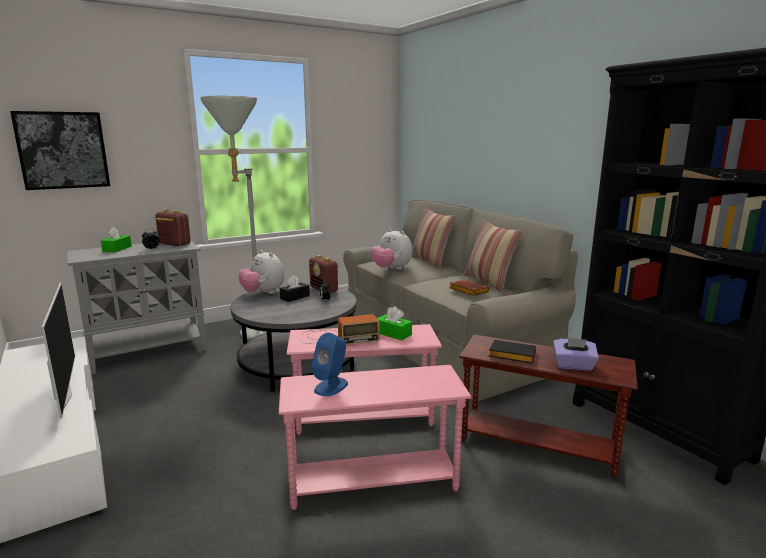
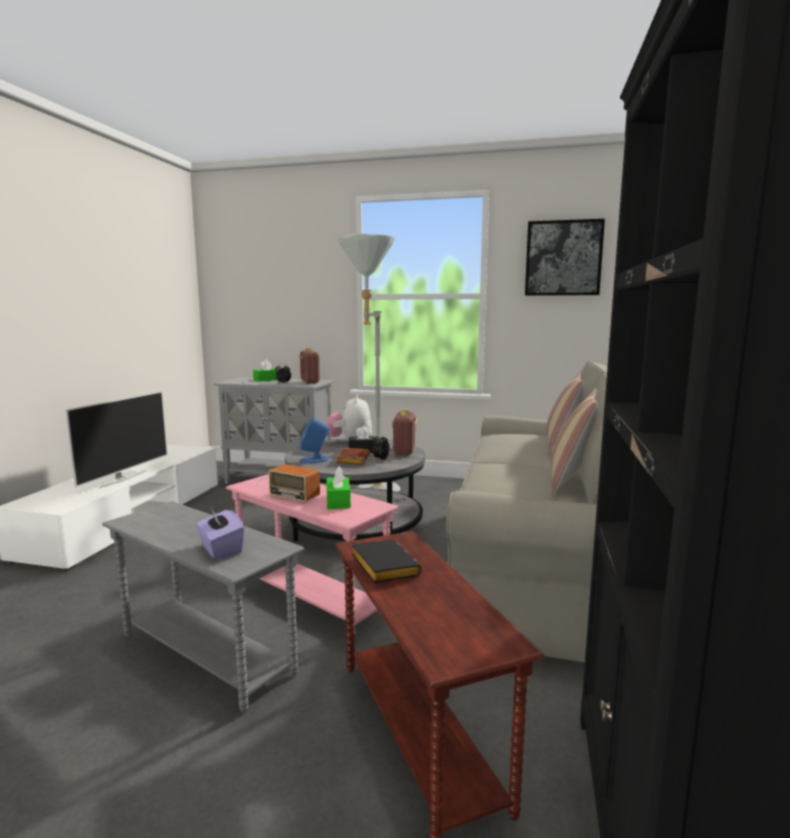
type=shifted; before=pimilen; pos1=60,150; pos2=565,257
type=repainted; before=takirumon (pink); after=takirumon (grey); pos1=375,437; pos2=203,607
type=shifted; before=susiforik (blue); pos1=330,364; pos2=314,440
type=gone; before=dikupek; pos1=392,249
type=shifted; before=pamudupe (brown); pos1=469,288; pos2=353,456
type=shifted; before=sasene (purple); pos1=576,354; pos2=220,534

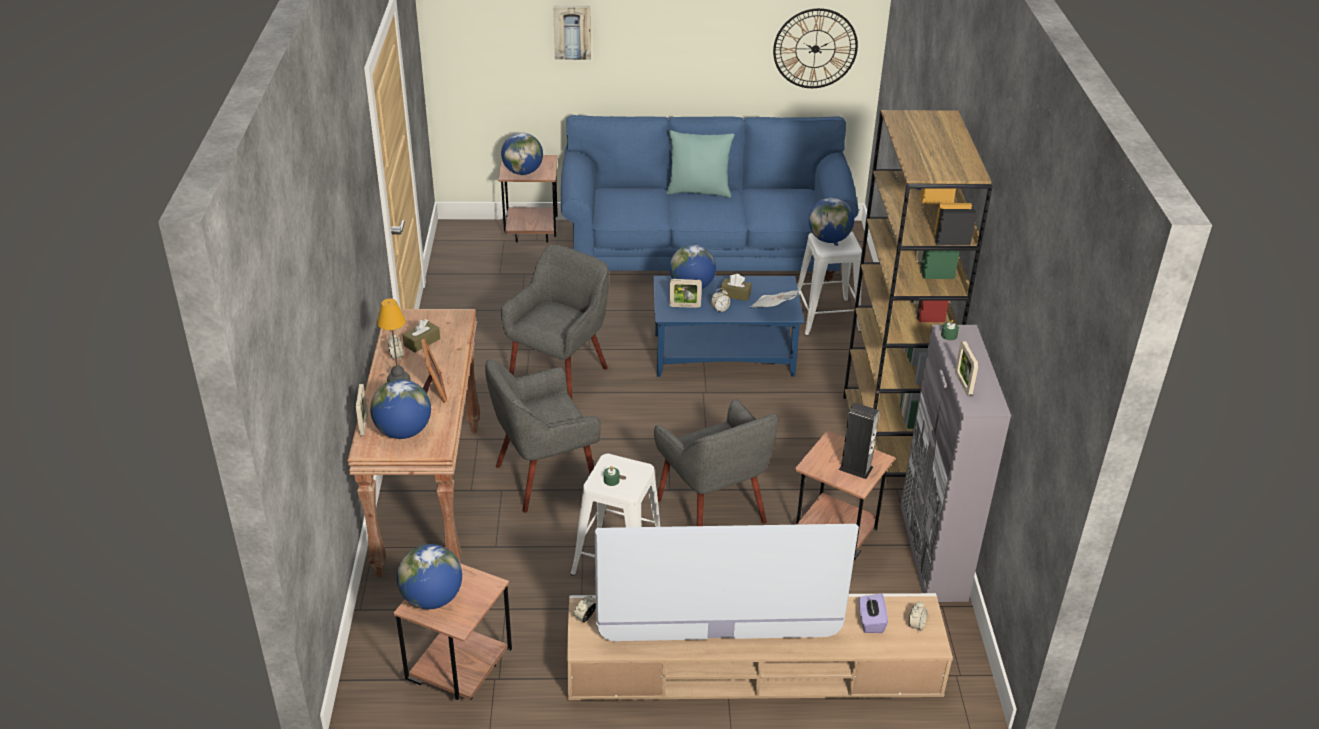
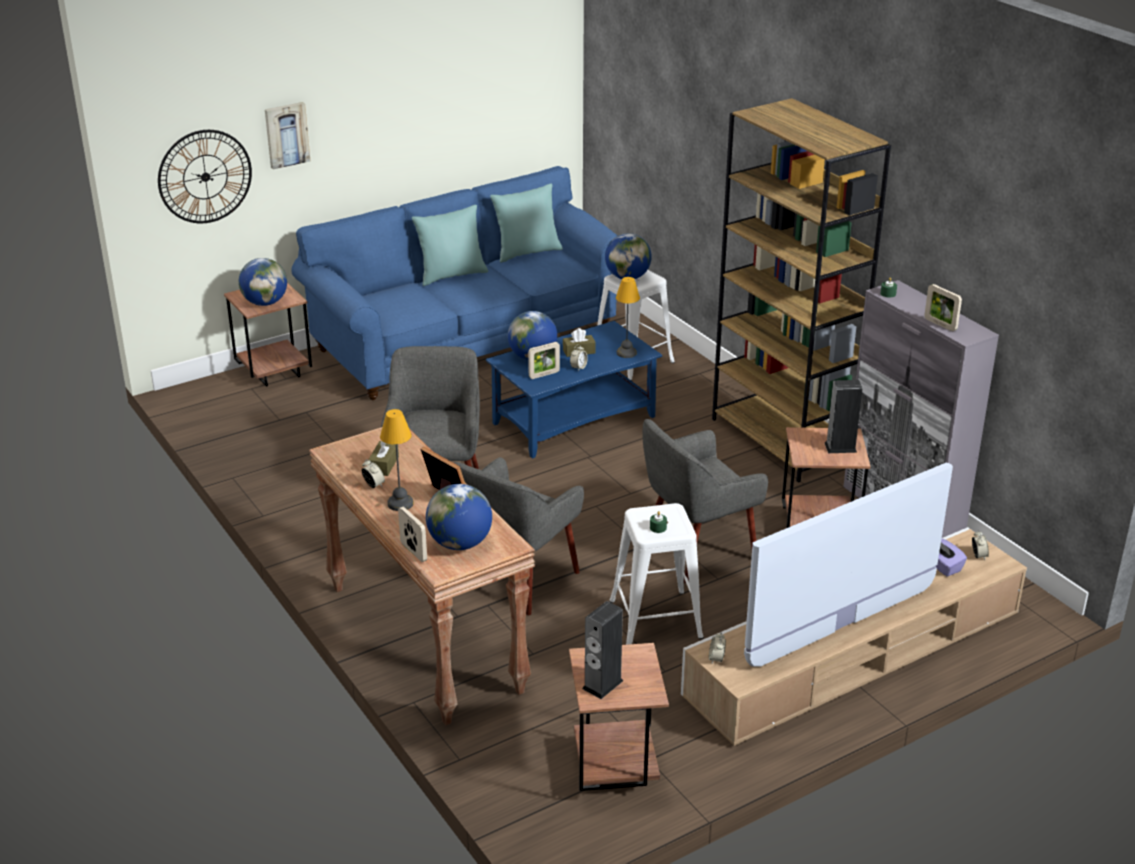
type=swapped; before=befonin; after=susiforik; pos1=429,576; pos2=603,650
type=rotated; before=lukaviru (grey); pos1=716,462; pos2=705,501; turn=120
type=swapped; before=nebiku; after=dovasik; pos1=775,298; pos2=628,317
type=shifted; before=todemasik; pos1=815,48; pos2=205,176
type=new; after=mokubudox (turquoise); pos2=526,223

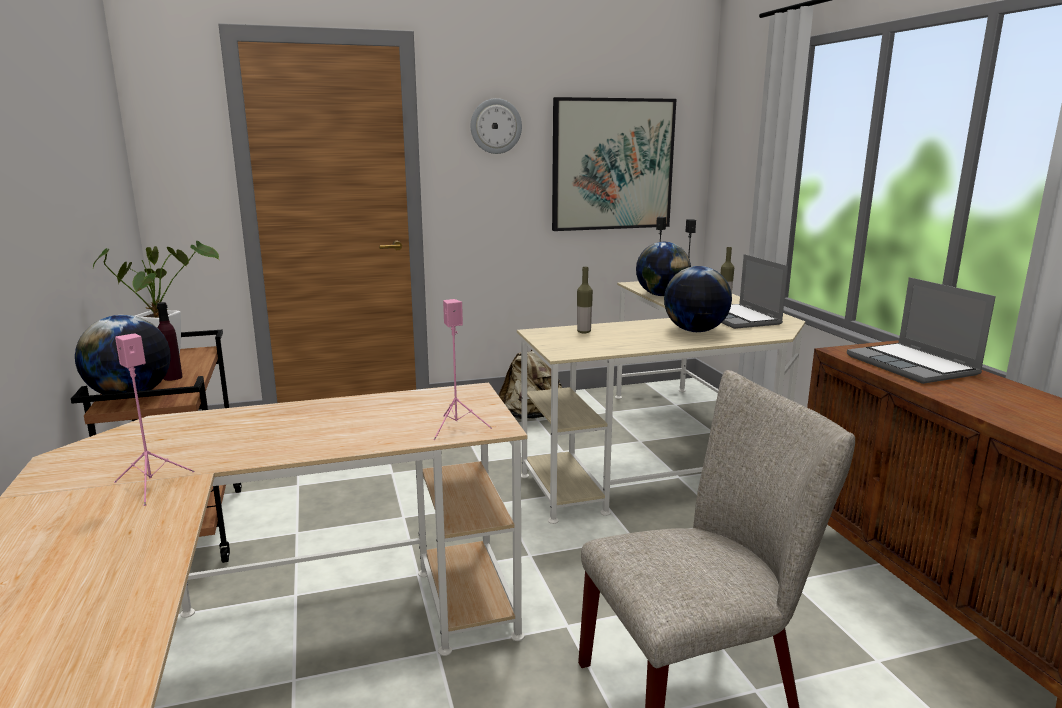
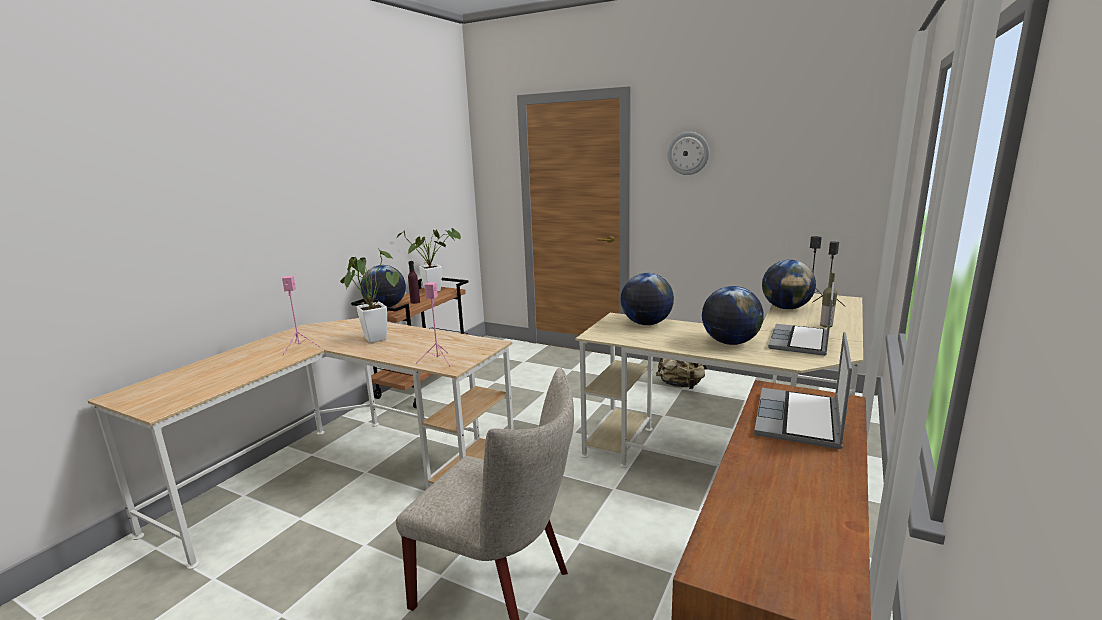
type=gone; before=pimilen; pos1=614,164
type=swapped; before=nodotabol; after=befonin; pos1=585,300; pos2=647,299
type=new; after=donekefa; pos2=369,295

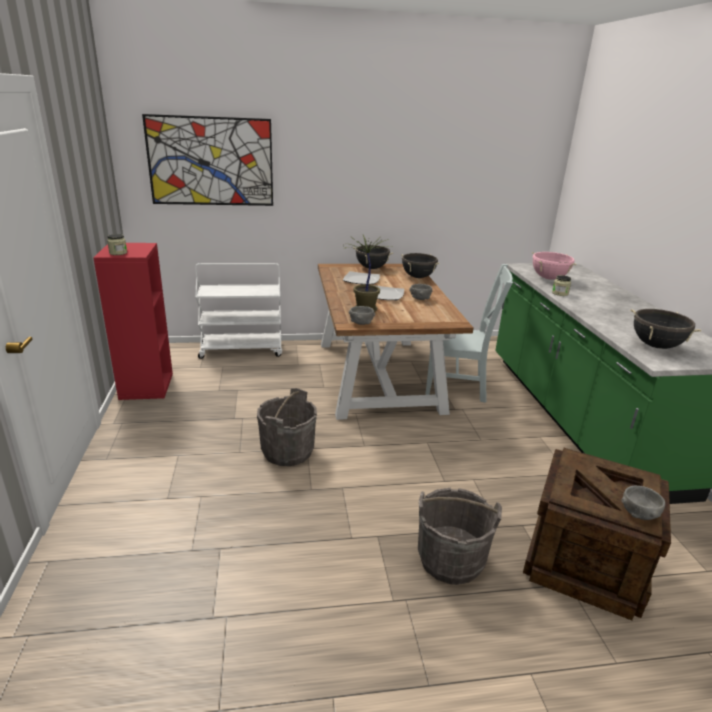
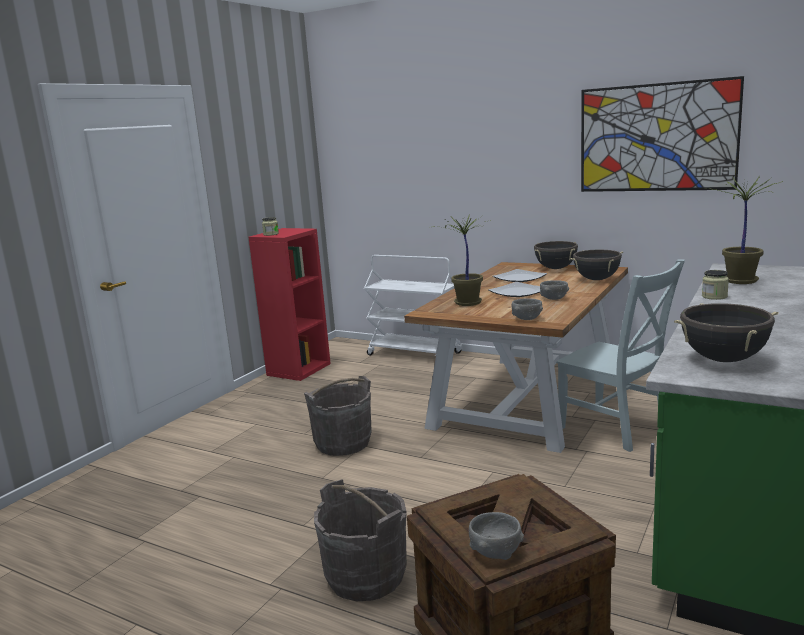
type=shifted; before=pimilen; pos1=207,160; pos2=662,134
type=shifted; before=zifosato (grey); pos1=362,315; pos2=527,309
type=swapped; before=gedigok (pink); after=donekefa; pos1=554,266; pos2=744,230

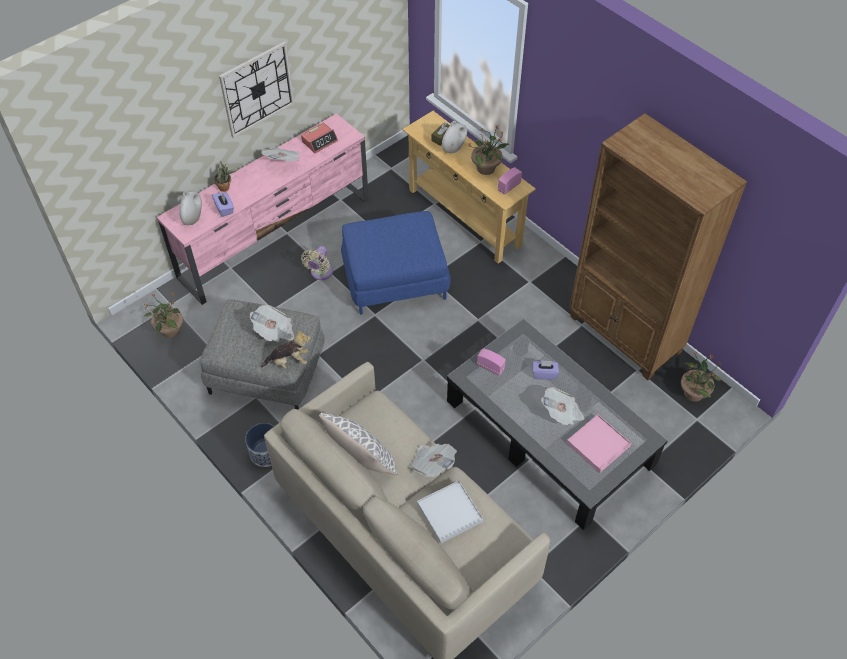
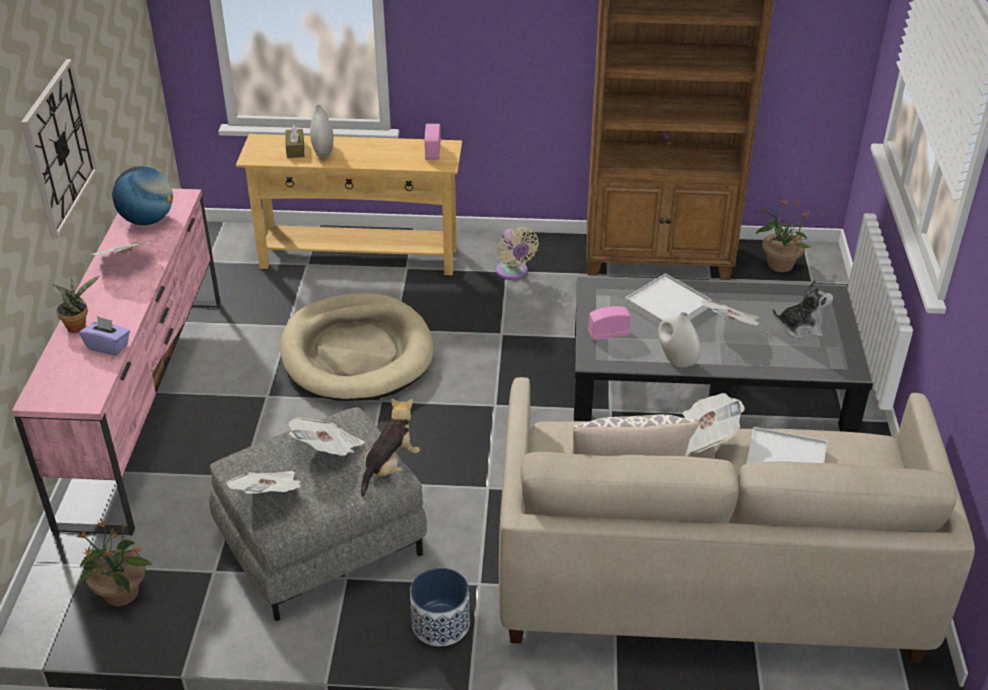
type=shifted; before=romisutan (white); pos1=190,208; pos2=679,340
type=swapped; before=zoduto; after=befonin; pos1=319,138; pos2=142,195
type=shifted; before=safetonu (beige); pos1=317,263; pos2=517,253
type=swapped; before=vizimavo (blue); after=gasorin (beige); pos1=396,263; pos2=357,347
type=gone; before=donekefa; pos1=489,150
type=swapped; before=sasene (purple); after=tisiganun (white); pos1=546,370; pos2=668,299
type=swapped; before=tisiganun (pink); after=dikupek; pos1=599,443; pos2=803,309
type=new; after=nebiku; pos2=264,482

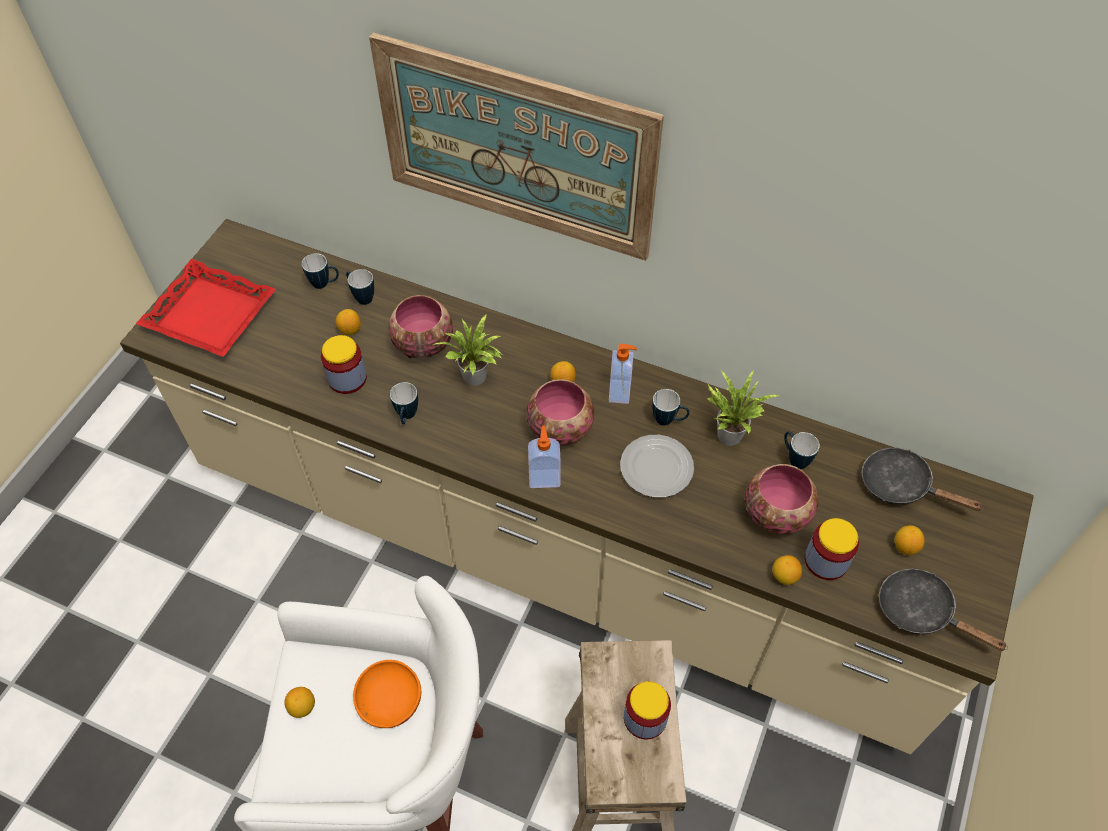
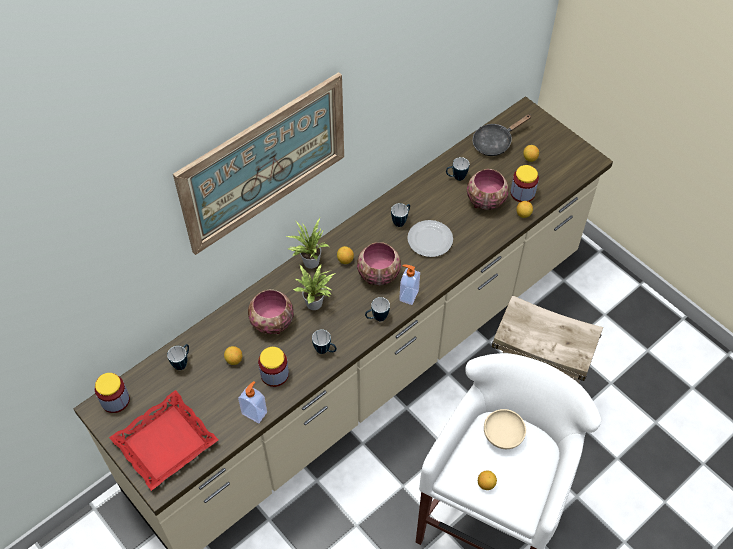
type=shifted; before=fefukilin; pos1=360,287; pos2=377,309
type=repainted; before=zifosato (orange); after=zifosato (beige); pos1=387,694; pos2=505,429
type=shifted; before=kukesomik; pos1=623,374; pos2=252,402
type=shifted; before=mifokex; pos1=647,710; pos2=112,393
type=shifted; before=donekefa; pos1=743,407; pos2=307,243
type=gone; before=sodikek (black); pos1=943,610

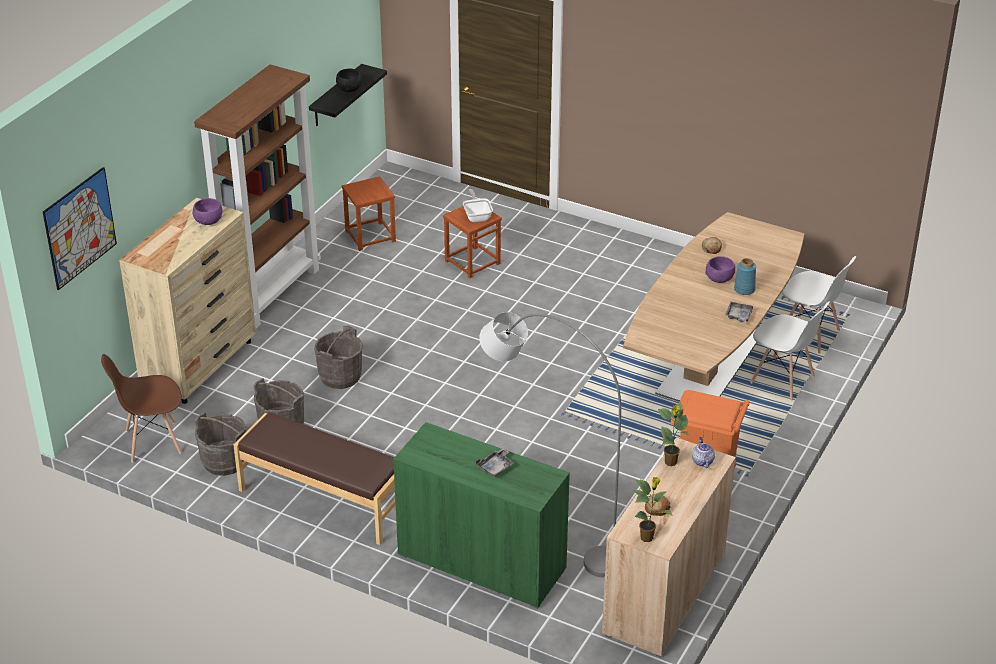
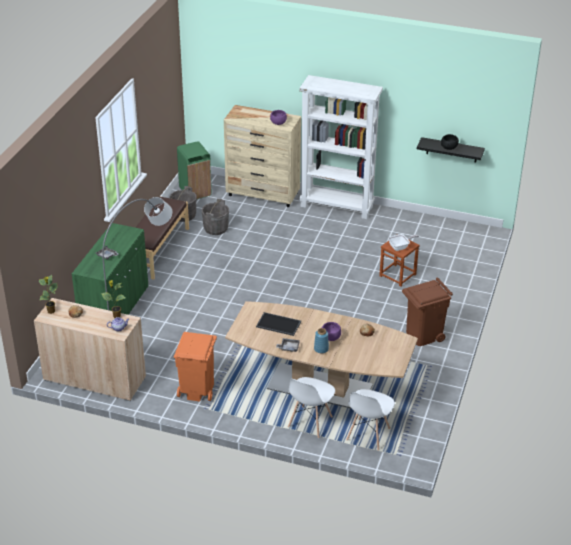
type=gone; before=pimilen; pos1=80,228
type=swapped; before=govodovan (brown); after=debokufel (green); pos1=141,408; pos2=194,170
type=repainted; before=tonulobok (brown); after=tonulobok (white); pos1=257,196; pos2=341,147
type=gone; before=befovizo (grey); pos1=338,357
type=gone; before=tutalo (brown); pos1=369,213
type=new; after=tisiganun; pos2=278,324
type=new; after=debokufel (brown); pos2=427,312

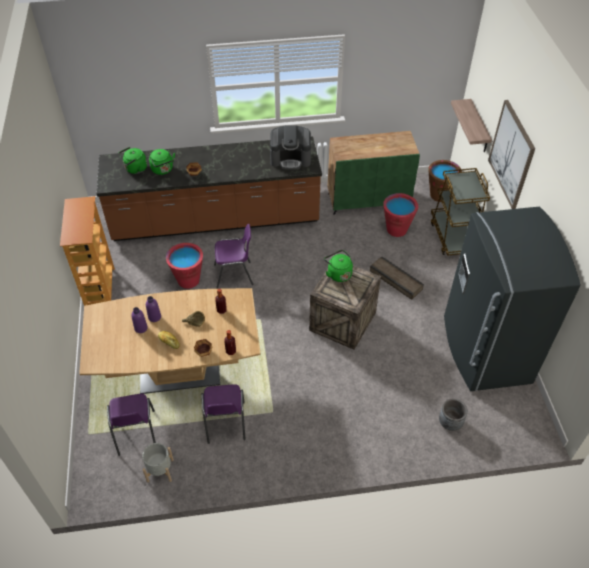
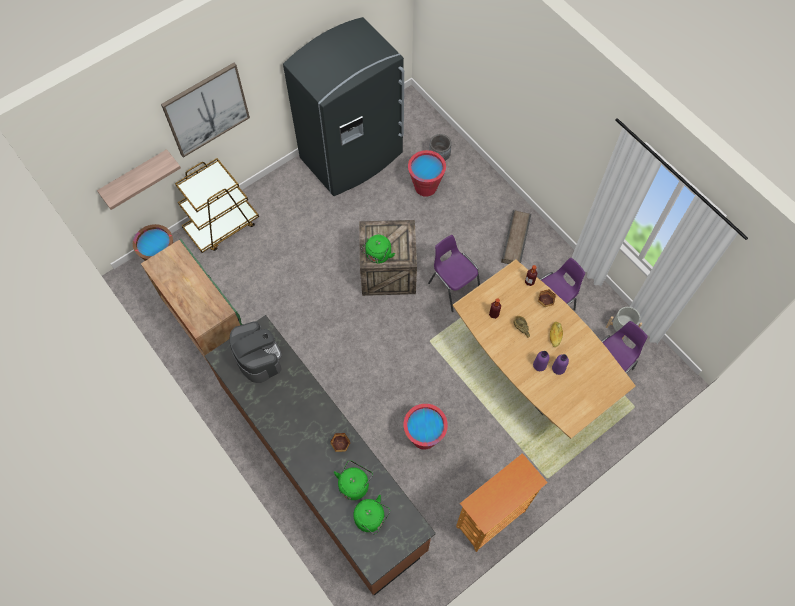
type=shifted; before=govodovan (purple); pos1=234,256; pos2=454,273
type=shifted; before=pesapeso; pos1=397,278; pos2=516,237
type=shifted; before=befovizo (red); pos1=400,215; pos2=427,173

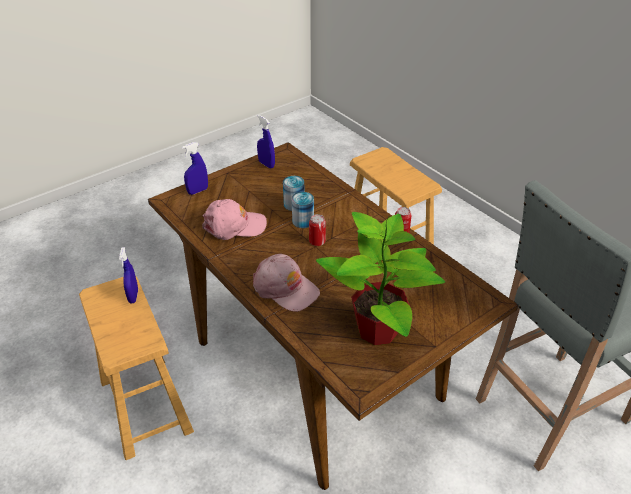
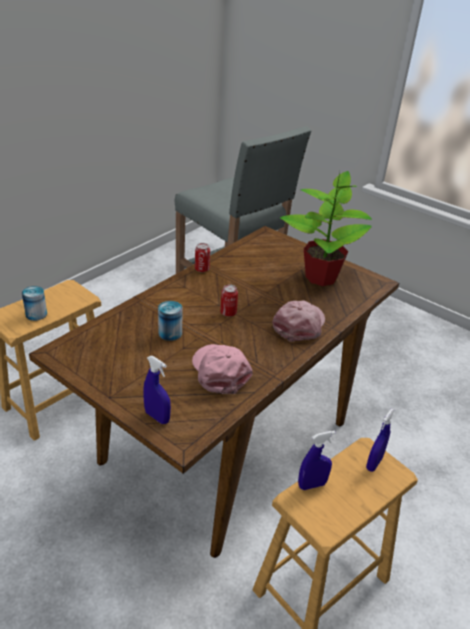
type=shifted; before=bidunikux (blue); pos1=266,141; pos2=380,440
type=shifted; before=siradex; pos1=303,210; pos2=34,303

